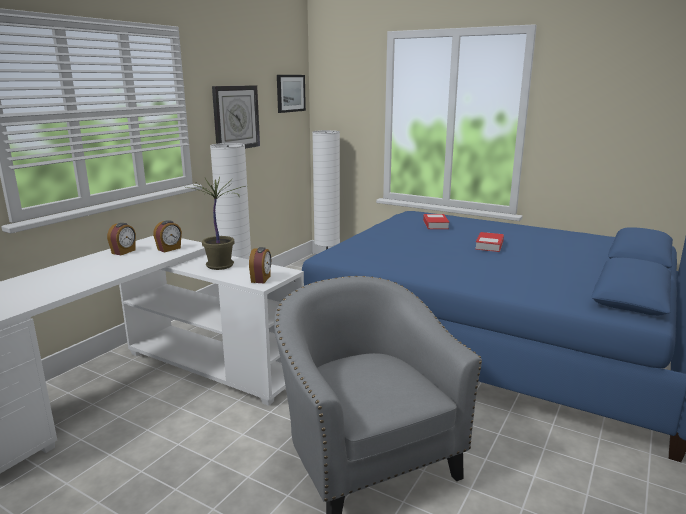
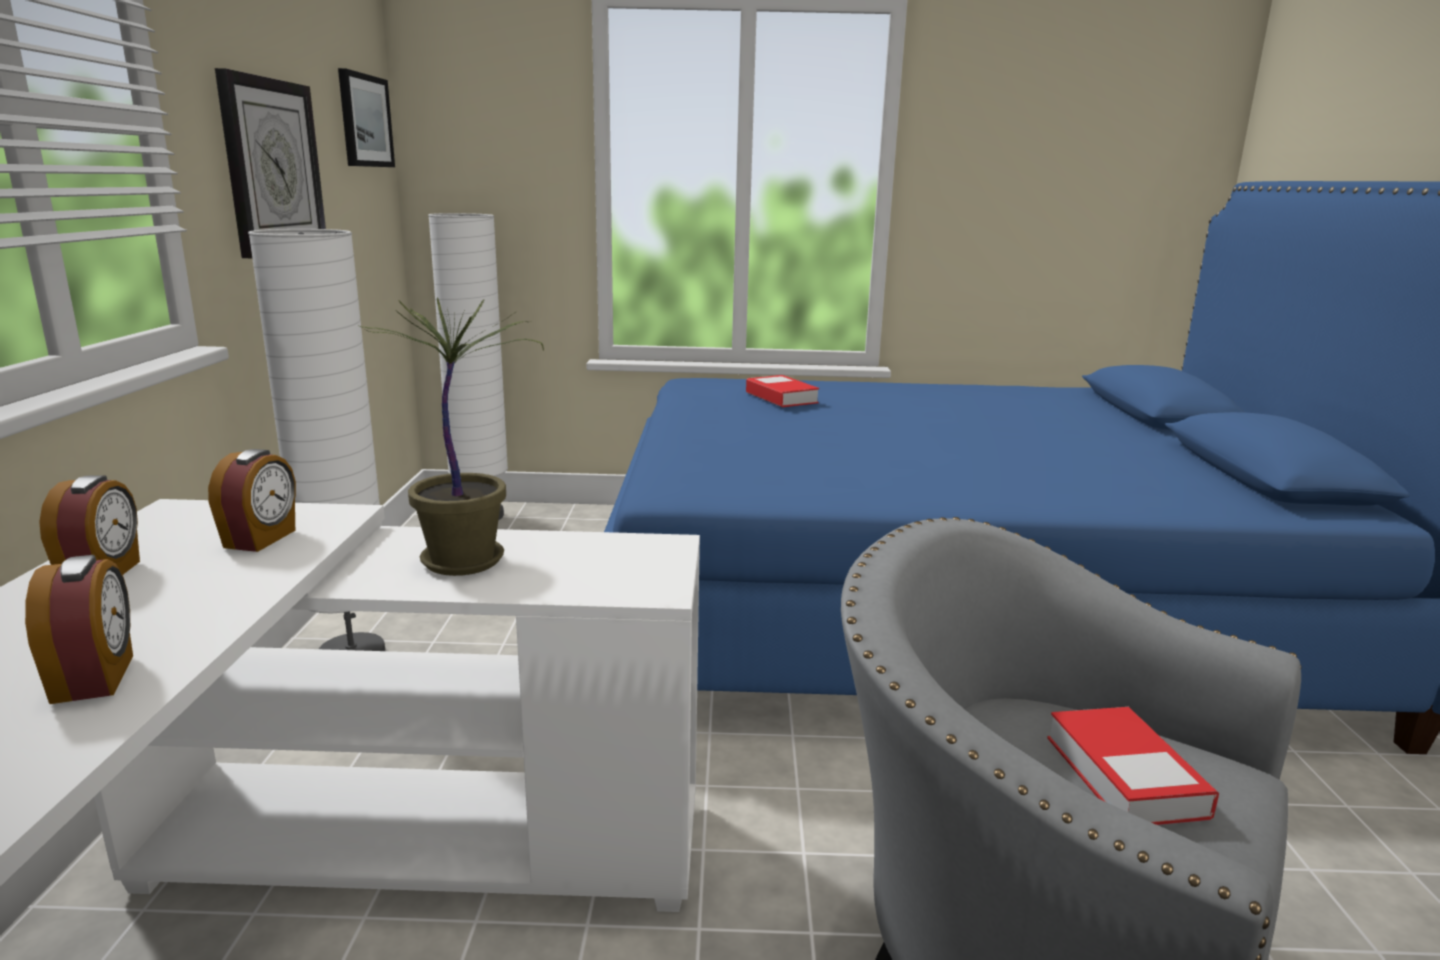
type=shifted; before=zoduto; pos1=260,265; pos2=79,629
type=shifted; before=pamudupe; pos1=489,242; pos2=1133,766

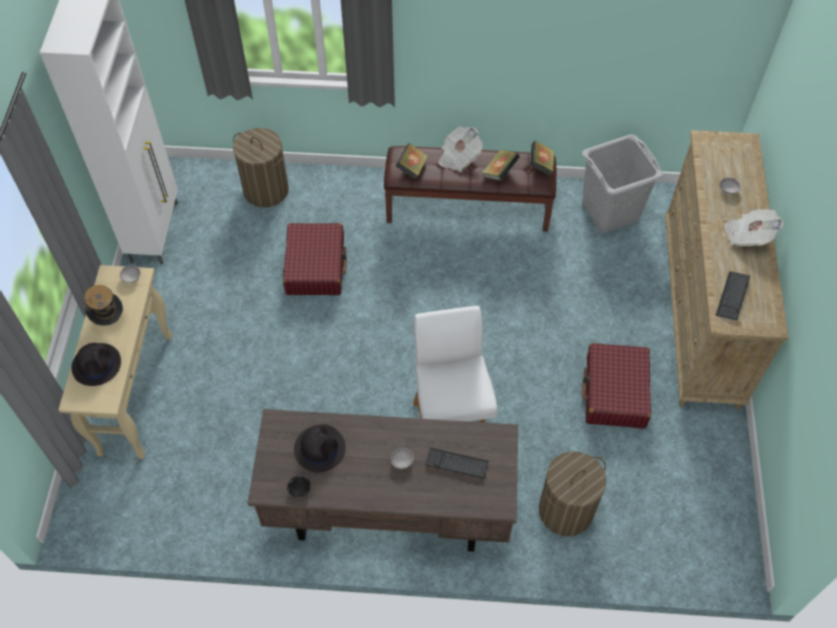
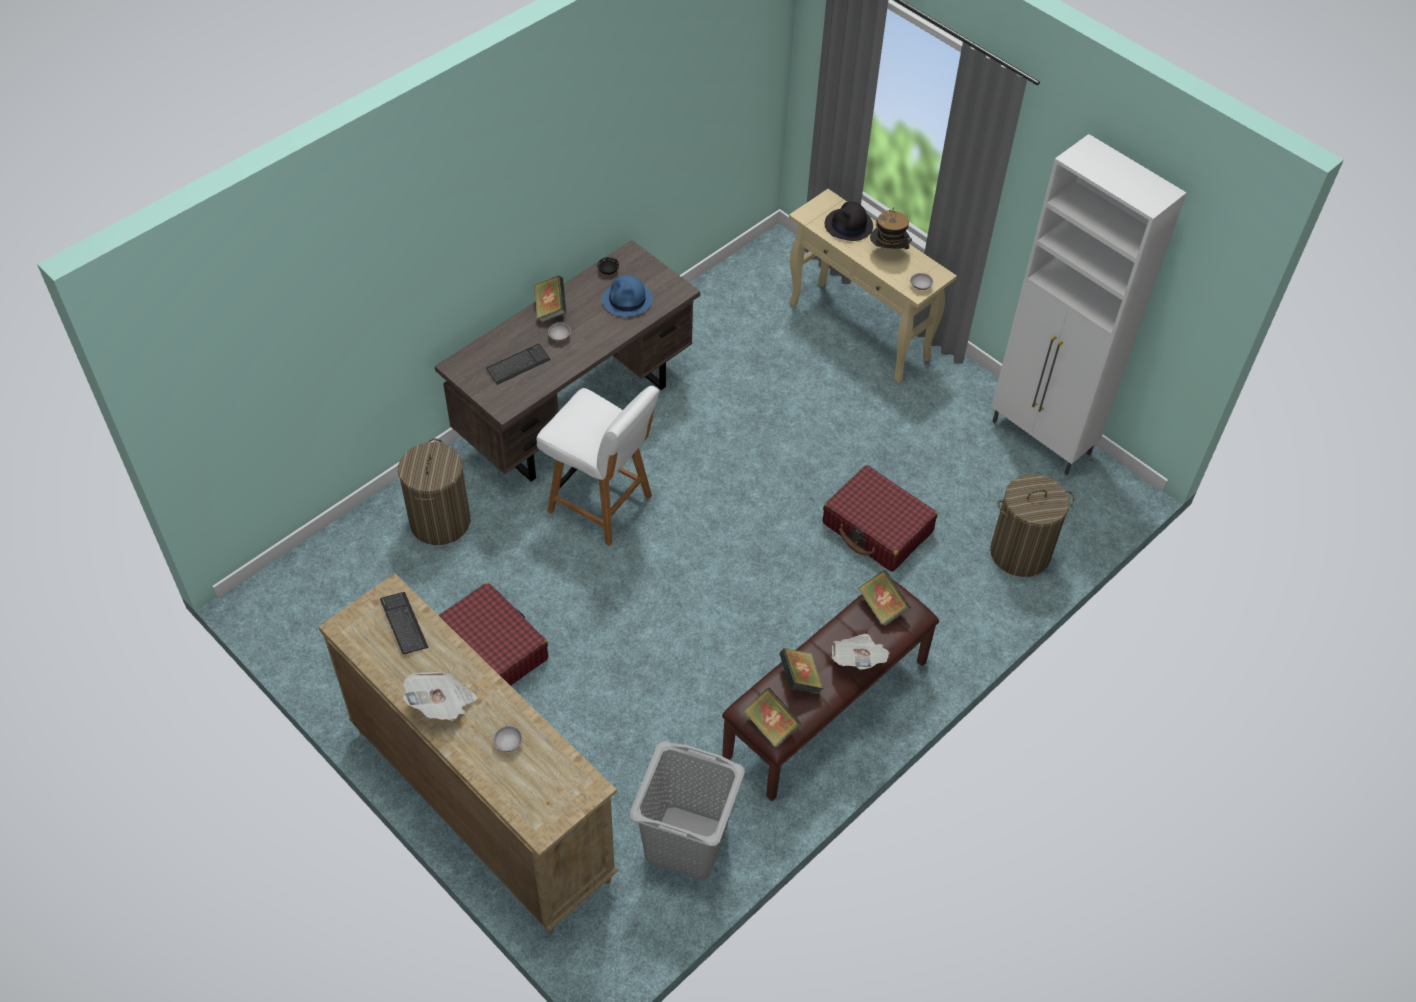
type=repainted; before=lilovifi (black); after=lilovifi (blue); pos1=320,449; pos2=627,296
type=new; after=pamudupe; pos2=550,299

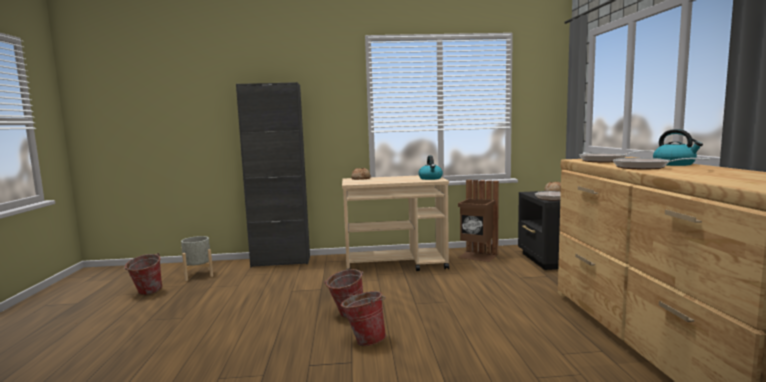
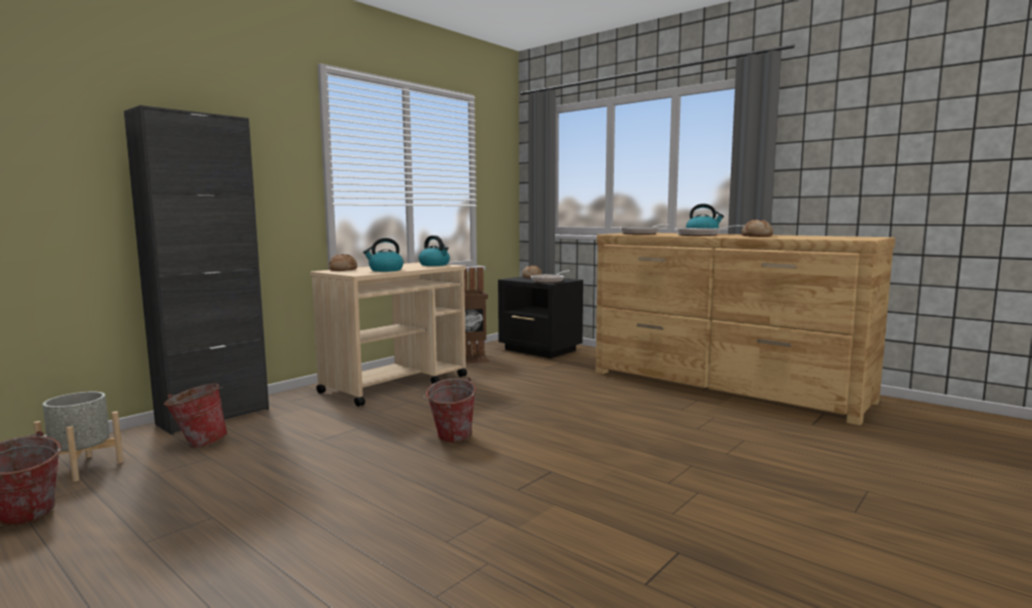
type=shifted; before=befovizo; pos1=363,318; pos2=196,415
type=new; after=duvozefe; pos2=383,255
type=new; after=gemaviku; pos2=757,228

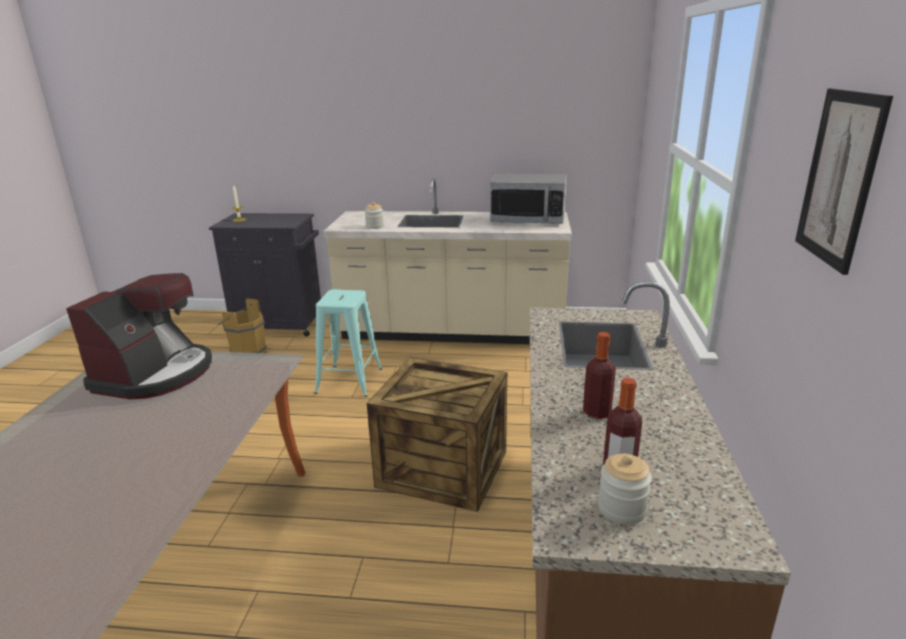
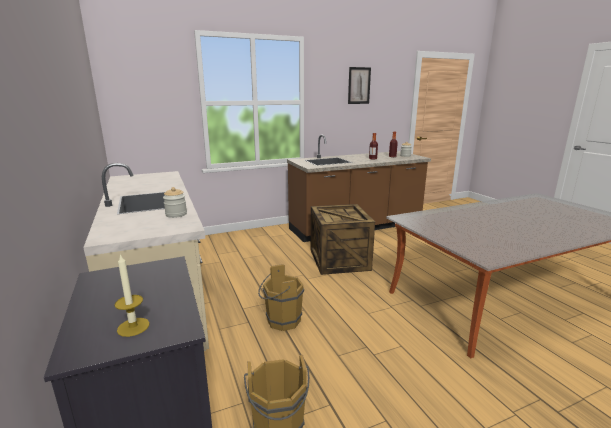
type=gone; before=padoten; pos1=139,336
type=swapped; before=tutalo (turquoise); after=befovizo (brown); pos1=348,343; pos2=281,297
type=gone; before=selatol; pos1=528,198

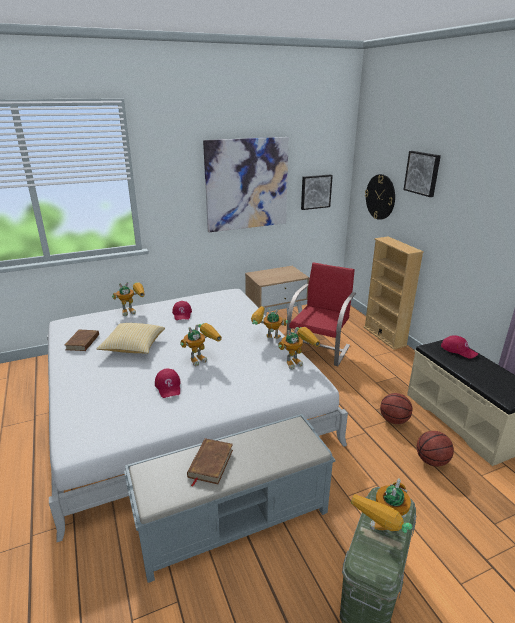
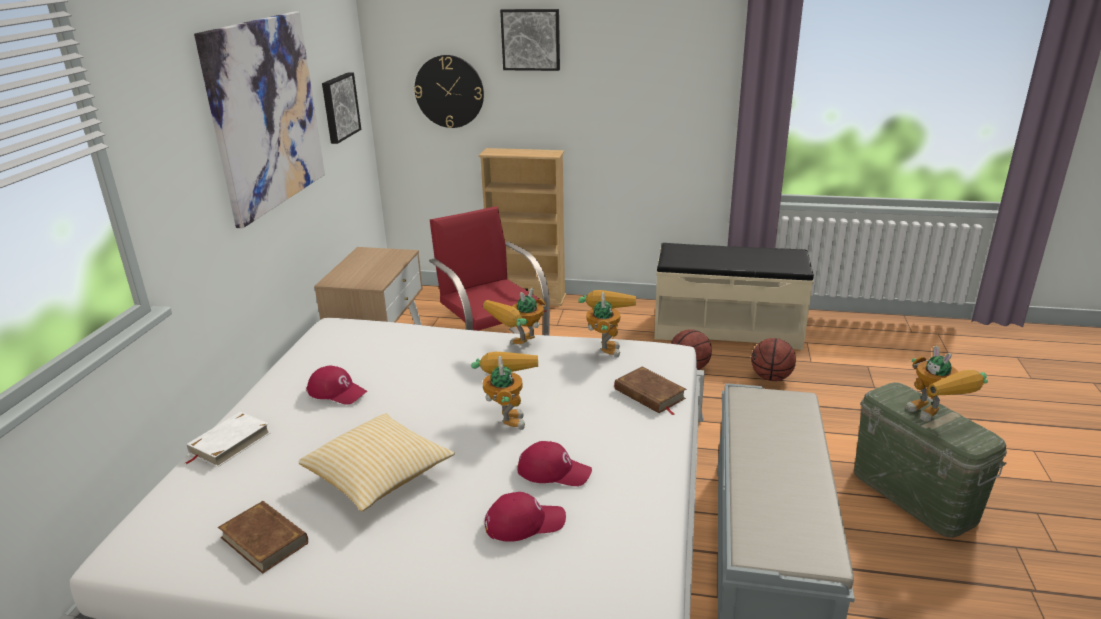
type=swapped; before=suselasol; after=pamudupe (white); pos1=128,299; pos2=228,439
type=shifted; before=pamudupe (brown); pos1=210,462; pos2=650,391
type=shifted; before=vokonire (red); pos1=459,347; pos2=525,517

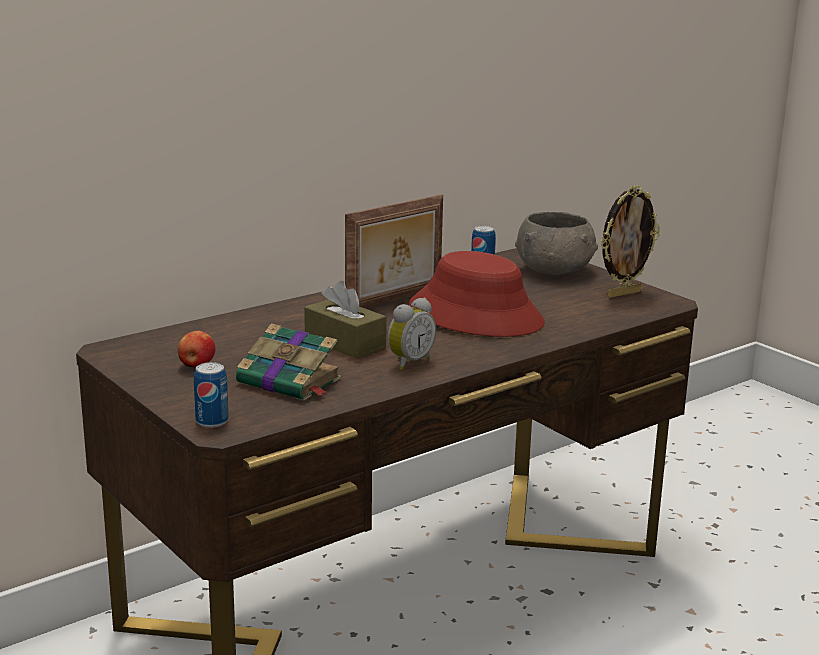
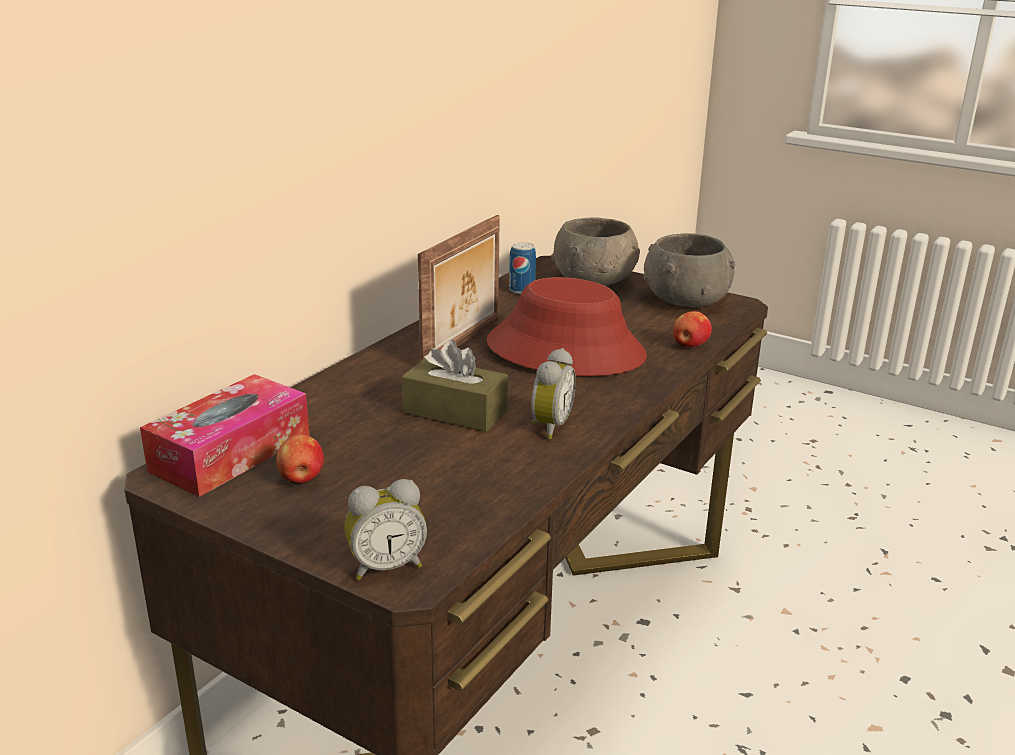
type=swapped; before=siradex; after=zoduto; pos1=211,395; pos2=385,529
type=gone; before=pamudupe; pos1=288,361
type=swapped; before=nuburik; after=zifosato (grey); pos1=630,241; pos2=689,270
type=new; after=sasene; pos2=224,435
type=new; after=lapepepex; pos2=692,329

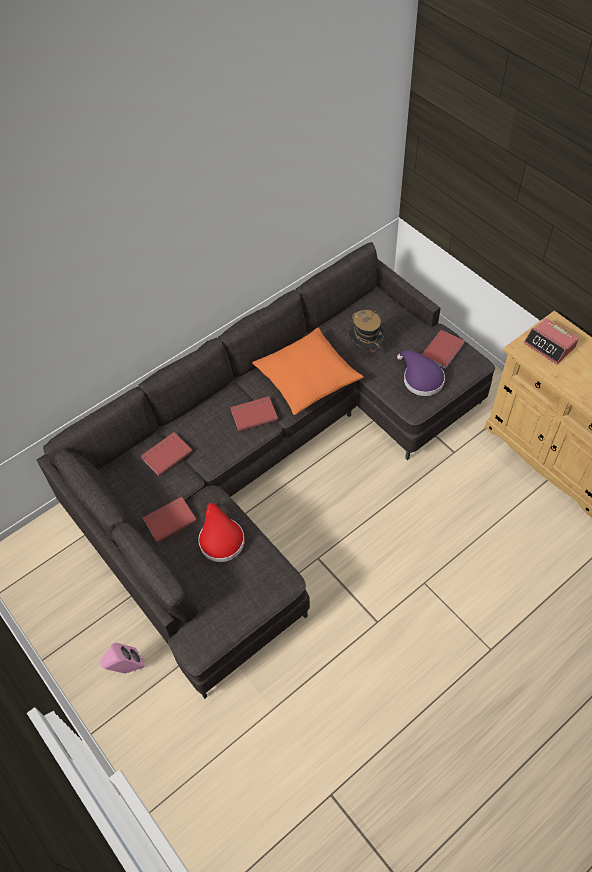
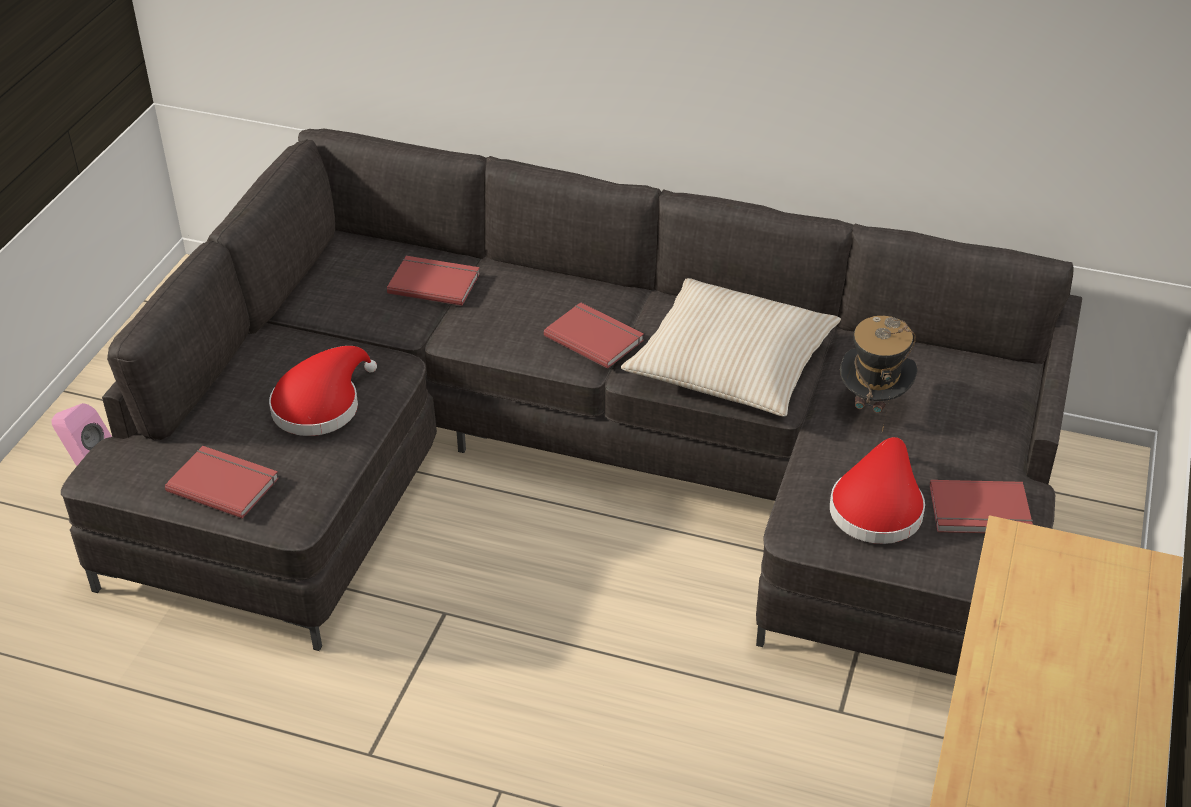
type=shifted; before=pamudupe (red); pos1=170,520; pos2=222,482
type=repainted; before=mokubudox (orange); after=mokubudox (beige); pos1=308,371; pos2=731,347
type=repainted; before=lilovifi (purple); after=lilovifi (red); pos1=421,373; pos2=877,490
type=gone; before=zoduto; pos1=551,341

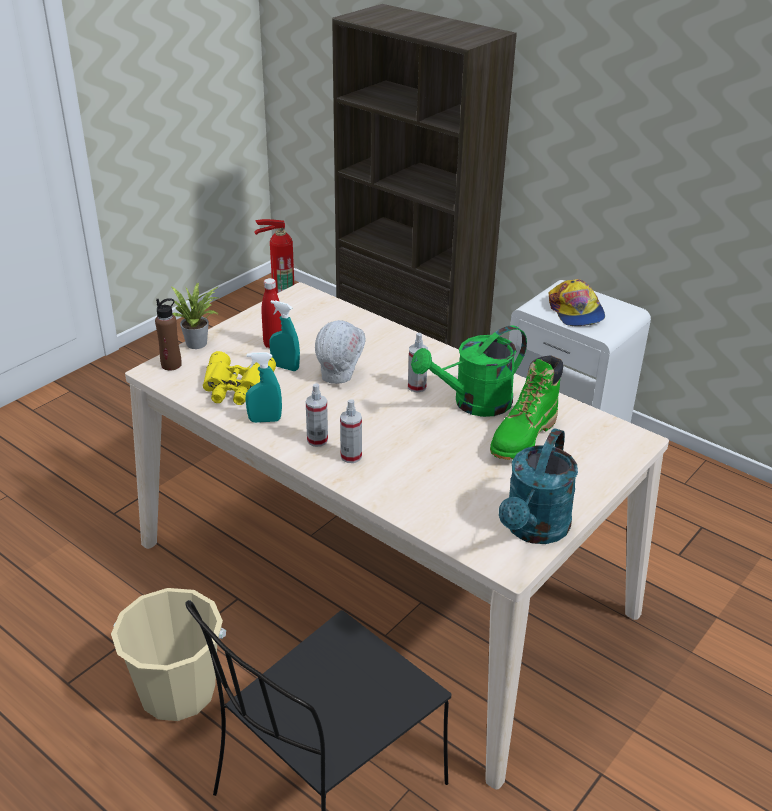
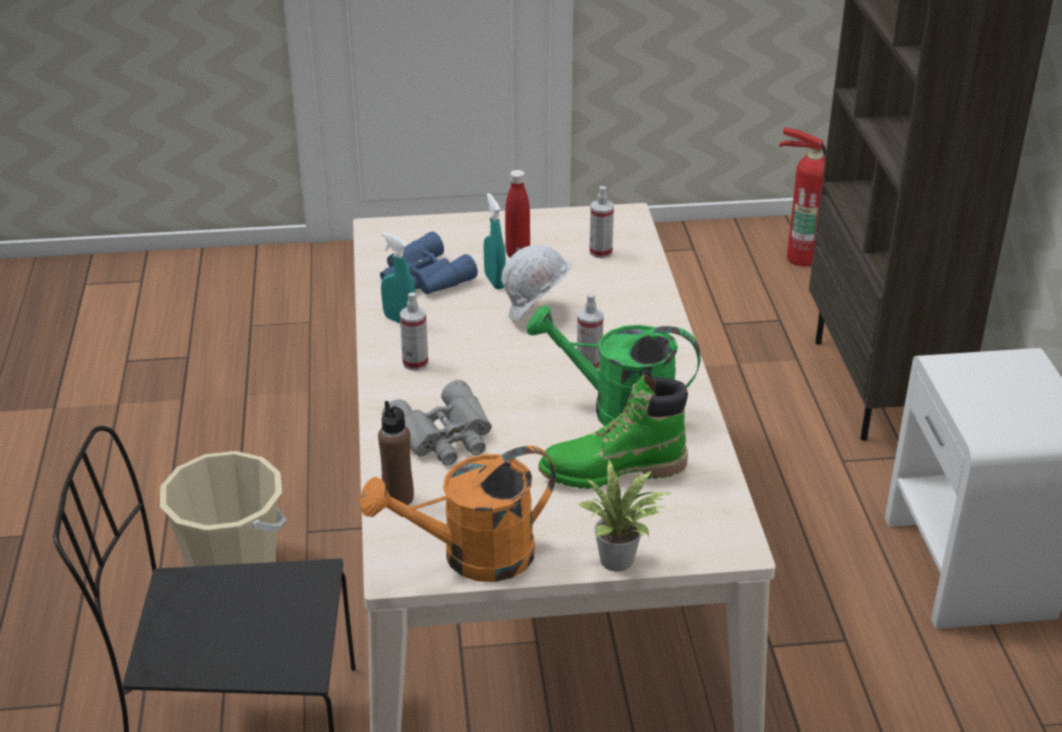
type=shifted; before=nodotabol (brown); pos1=168,334; pos2=396,453
type=shifted; before=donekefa; pos1=194,315; pos2=625,516
type=repainted; before=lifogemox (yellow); after=lifogemox (blue); pos1=239,378; pos2=429,262
type=shifted; before=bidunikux; pos1=351,431; pos2=601,222
type=repainted; before=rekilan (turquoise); after=rekilan (orange); pos1=538,486; pos2=458,514
type=gone; before=vokonire; pos1=577,302
type=new; after=lifogemox (grey); pos2=437,423

